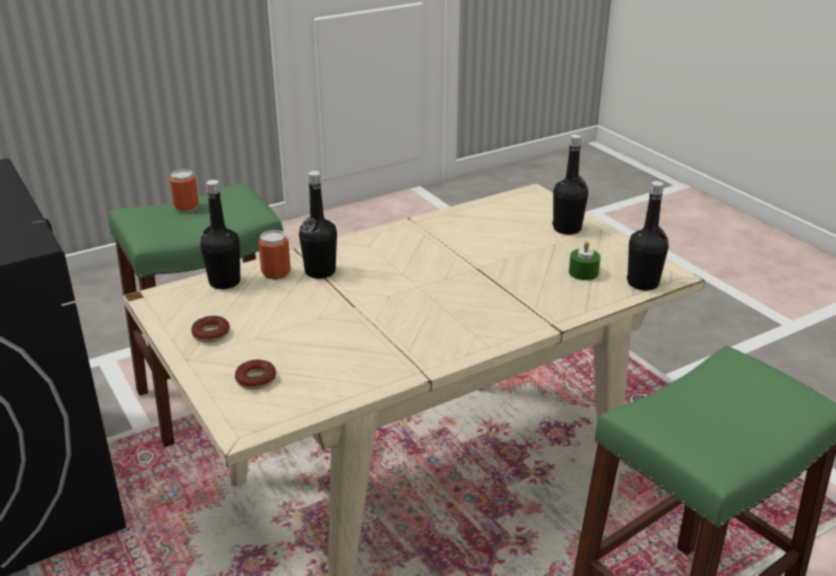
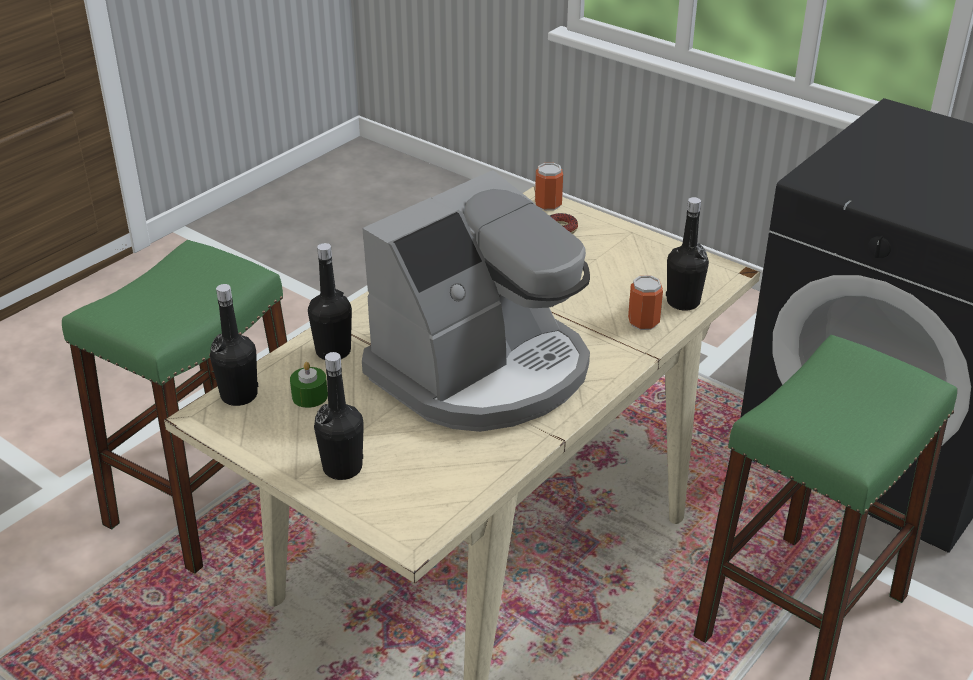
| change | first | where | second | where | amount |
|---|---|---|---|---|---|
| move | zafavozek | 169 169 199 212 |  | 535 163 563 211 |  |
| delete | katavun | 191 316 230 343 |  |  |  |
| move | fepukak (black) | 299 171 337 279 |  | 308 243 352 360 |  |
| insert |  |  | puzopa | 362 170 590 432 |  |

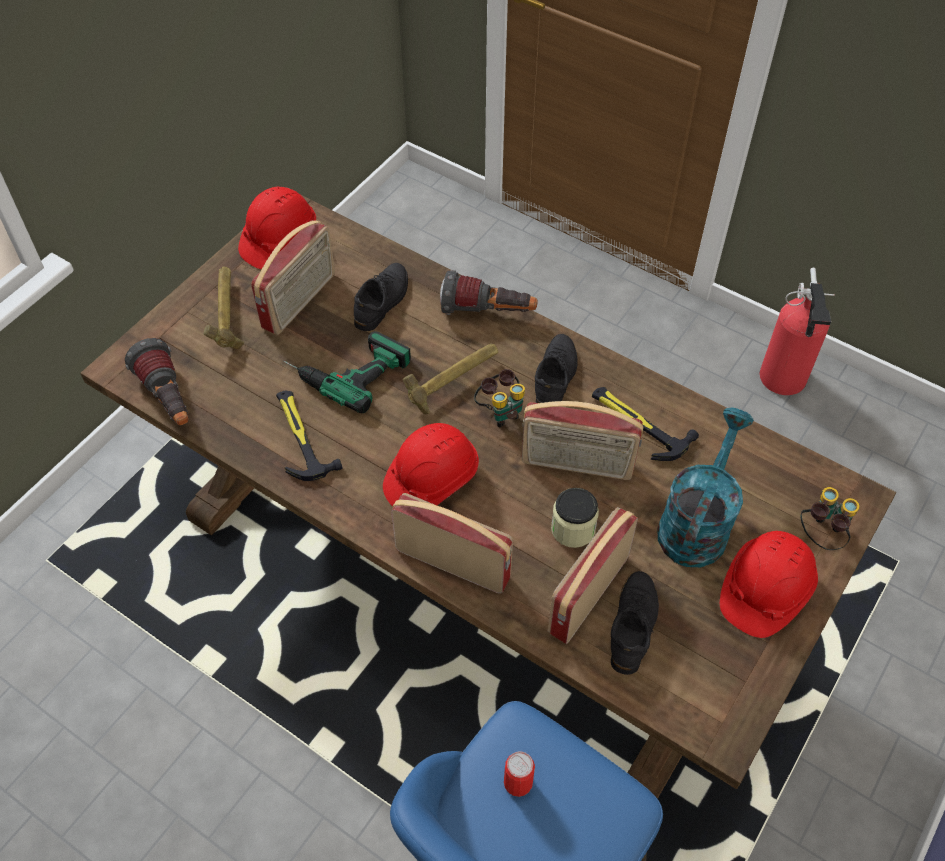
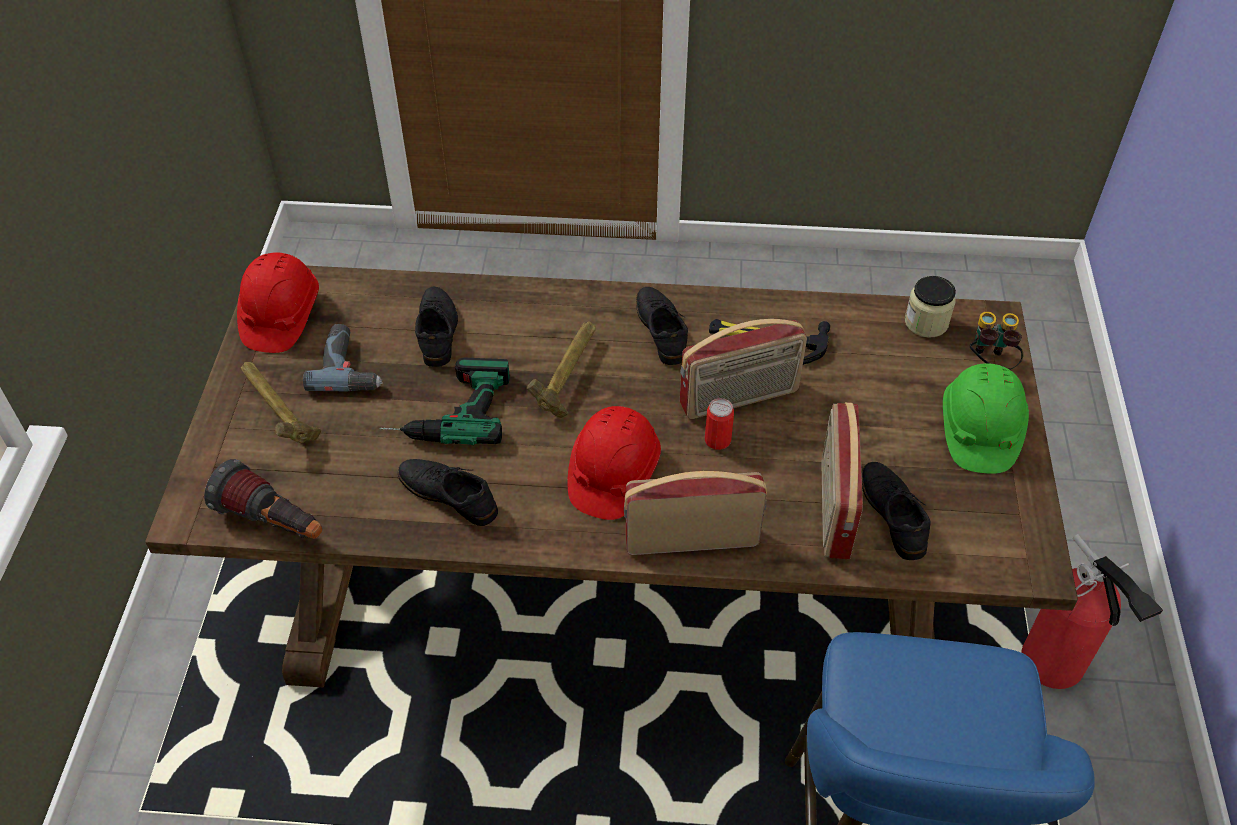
| change | first | where | second | where | amount |
|---|---|---|---|---|---|
| replace | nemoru | 251 220 335 335 | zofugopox | 303 324 383 391 |  |
| replace | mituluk | 276 391 342 481 | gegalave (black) | 398 459 498 526 |  |
| delete | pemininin | 440 270 538 315 |  |  |  |
| delete | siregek | 474 369 525 427 |  |  |  |
| move | zafavozek | 504 751 535 797 |  | 705 398 734 450 |  |
| move | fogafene | 551 488 599 548 |  | 905 276 956 338 |  |
| delete | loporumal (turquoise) | 657 408 754 567 |  |  |  |
| recolor | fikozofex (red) | 720 531 818 638 | fikozofex (green) | 943 363 1029 474 |  |
| move | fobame | 760 268 835 395 |  | 1021 534 1163 689 |  |

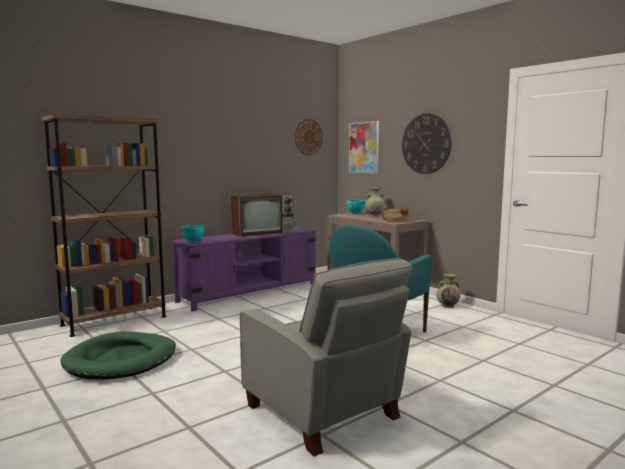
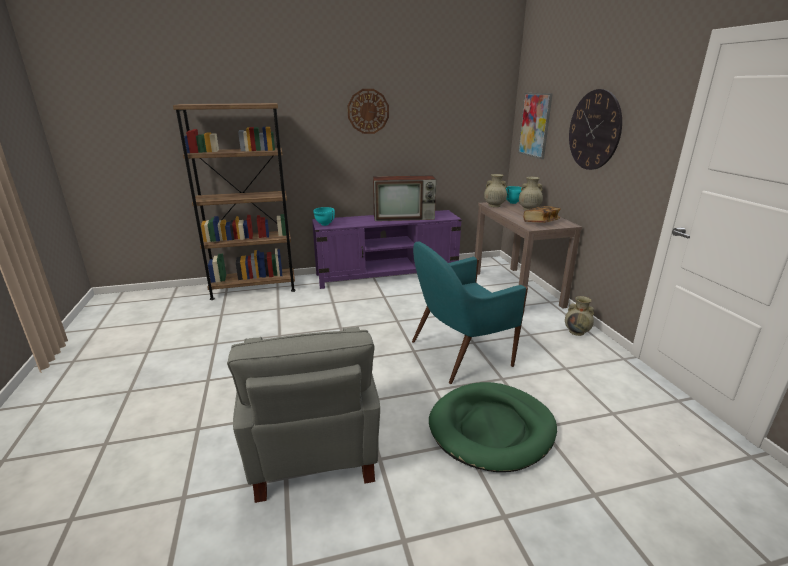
| change | first | where | second | where | amount |
|---|---|---|---|---|---|
| move | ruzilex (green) | 60 331 176 379 |  | 429 382 557 472 |  |
| move | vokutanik | 295 119 323 155 |  | 348 89 389 134 |  |
| insert |  |  | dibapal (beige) | 484 174 507 207 |  |

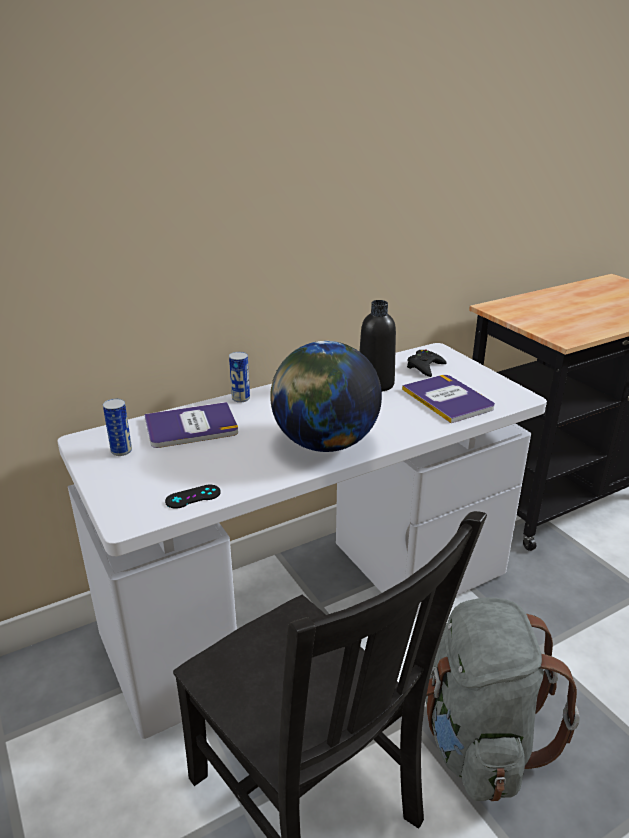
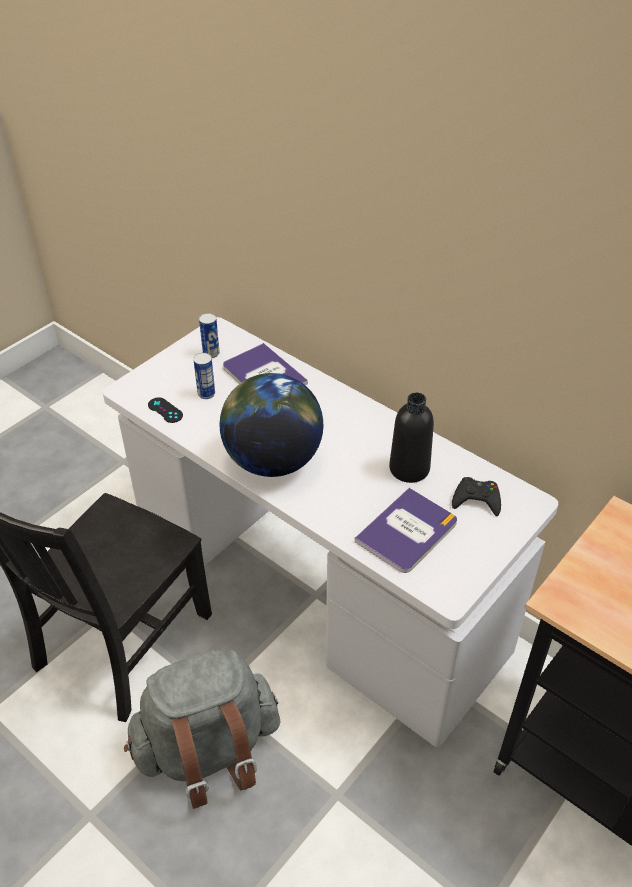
| change | first | where | second | where | amount |
|---|---|---|---|---|---|
| move | zafavozek | 229 352 250 403 |  | 193 353 215 399 |  |

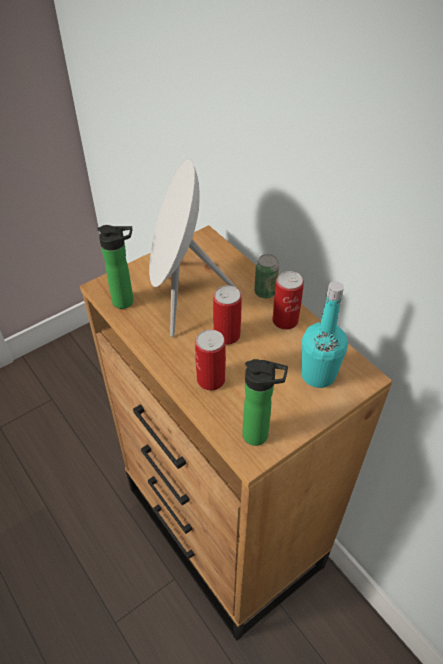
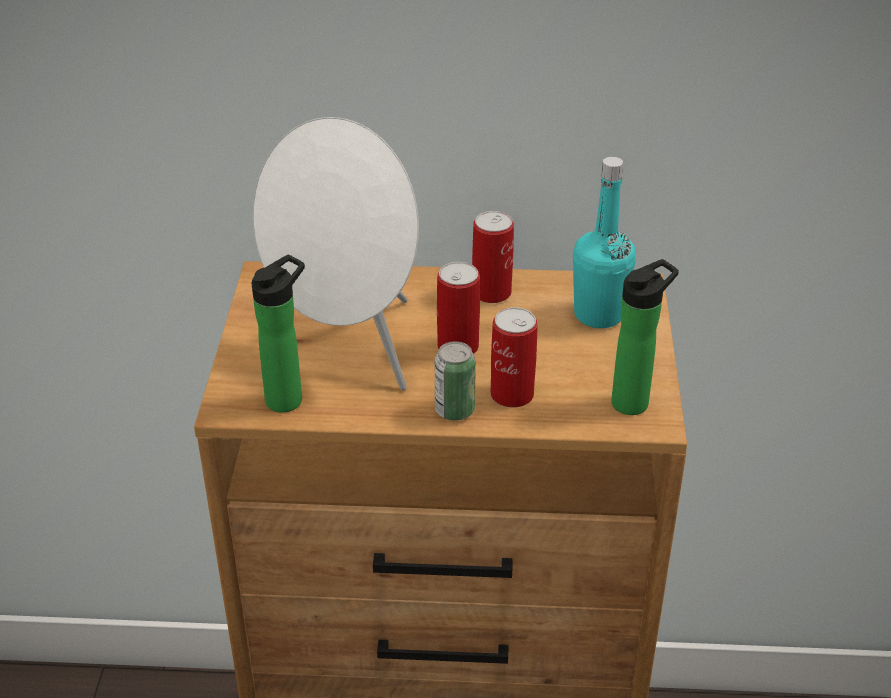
| change | first | where | second | where | amount |
|---|---|---|---|---|---|
| move | zafavozek | 254 254 279 299 |  | 435 341 476 421 |  |

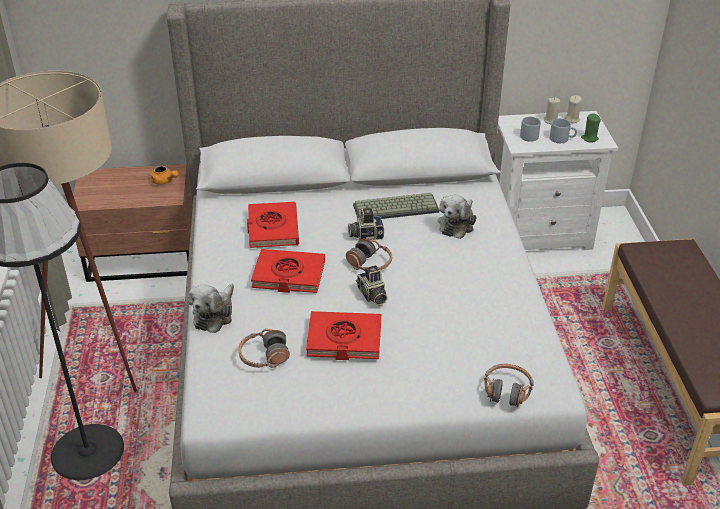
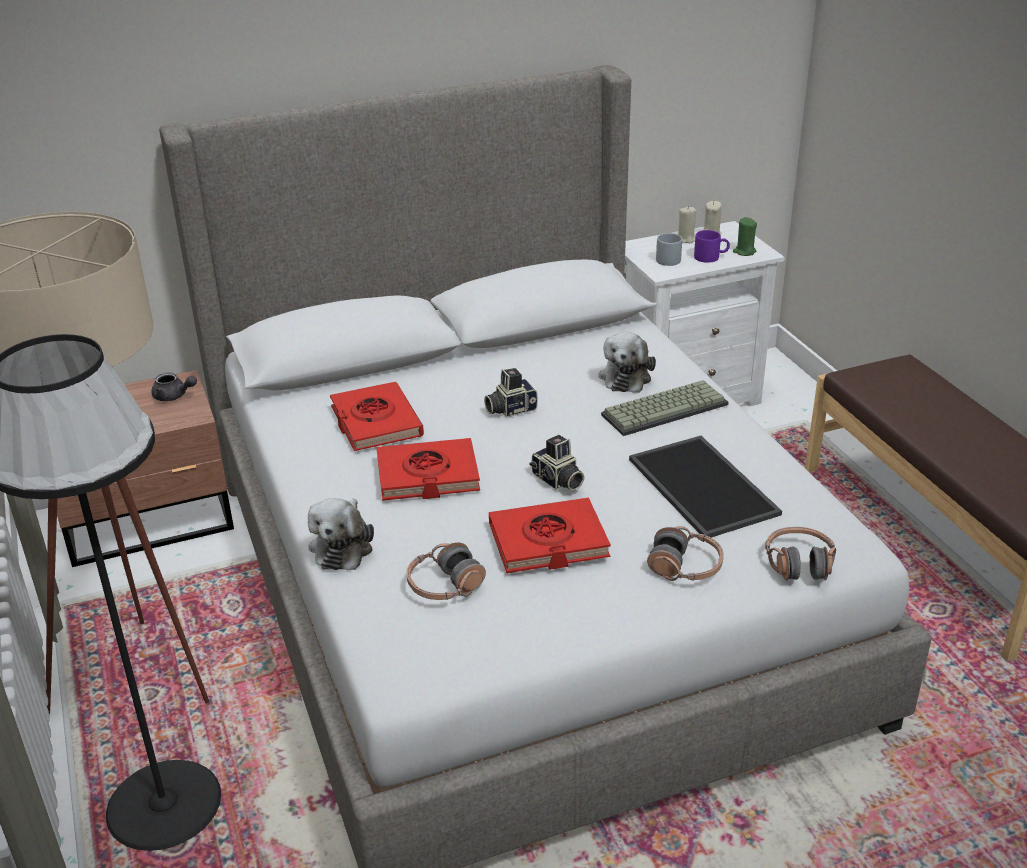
| change | first | where | second | where | amount |
|---|---|---|---|---|---|
| recolor | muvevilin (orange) | 150 165 179 184 | muvevilin (grey) | 151 372 197 401 |  |
| move | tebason | 346 239 392 271 |  | 647 526 724 581 |  |
| move | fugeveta | 353 193 440 219 |  | 601 380 729 436 |  |
| recolor | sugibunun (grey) | 550 118 577 143 | sugibunun (purple) | 694 230 730 263 |  |
| insert |  |  | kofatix | 629 436 782 538 |  |

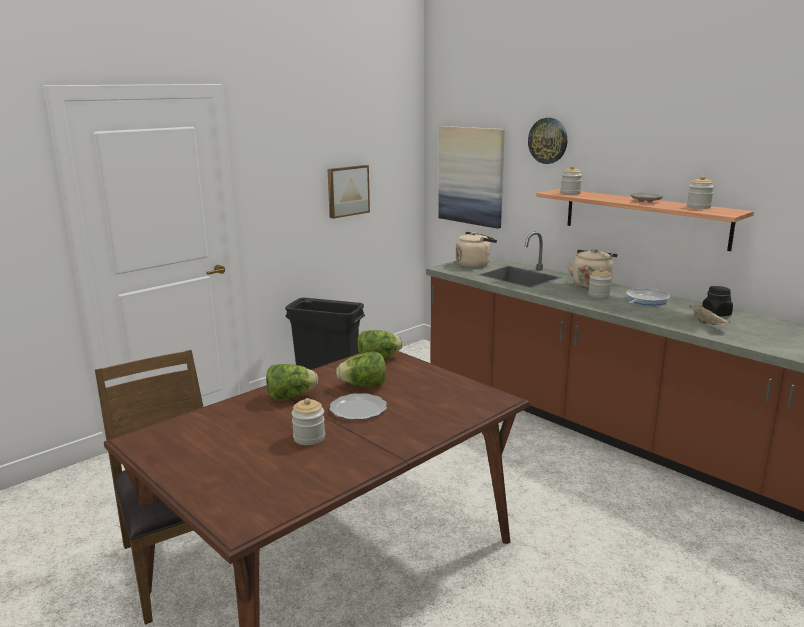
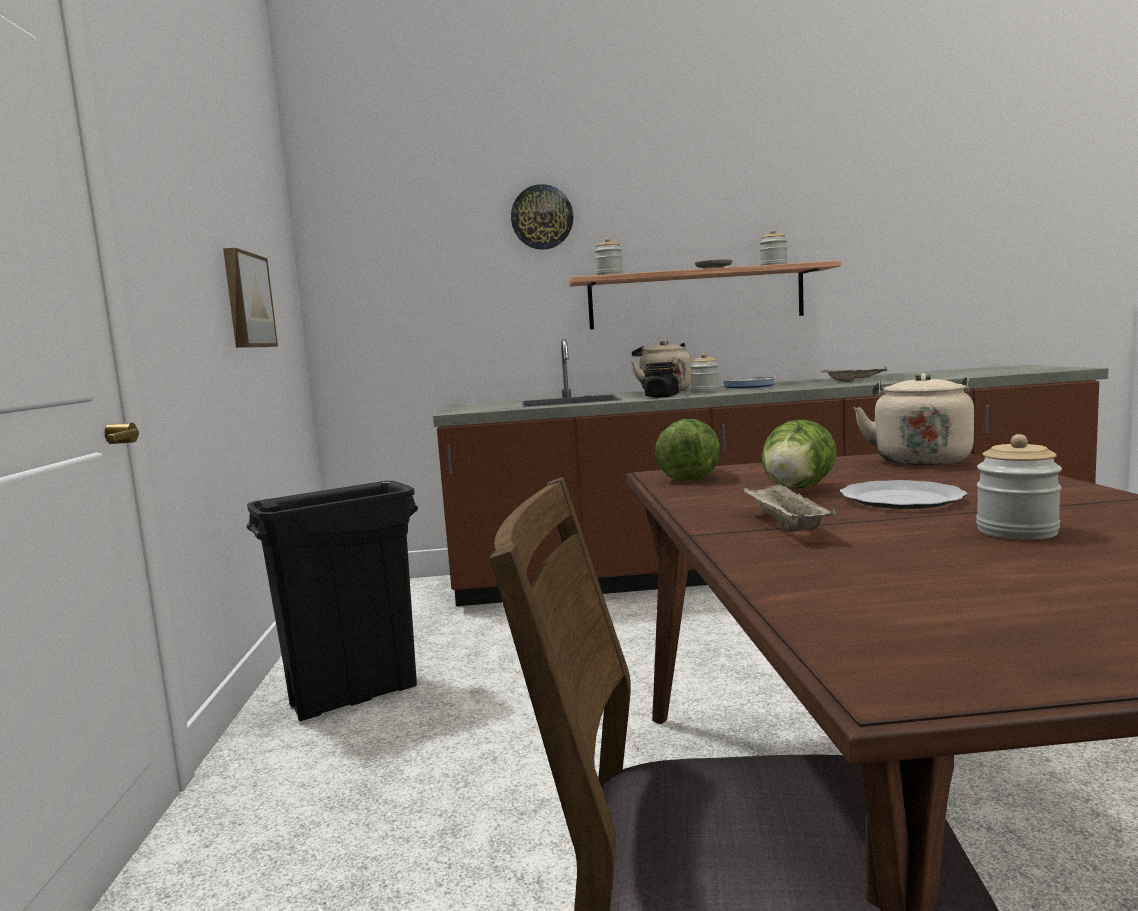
| change | first | where | second | where | amount |
|---|---|---|---|---|---|
| replace | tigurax | 266 364 318 401 | kofatix (beige) | 741 483 836 532 |  |
| delete | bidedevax | 438 126 505 229 |  |  |  |
| move | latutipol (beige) | 456 232 497 268 |  | 854 373 974 466 |  |
| move | fogafene (black) | 702 286 733 316 |  | 643 362 680 398 |  |

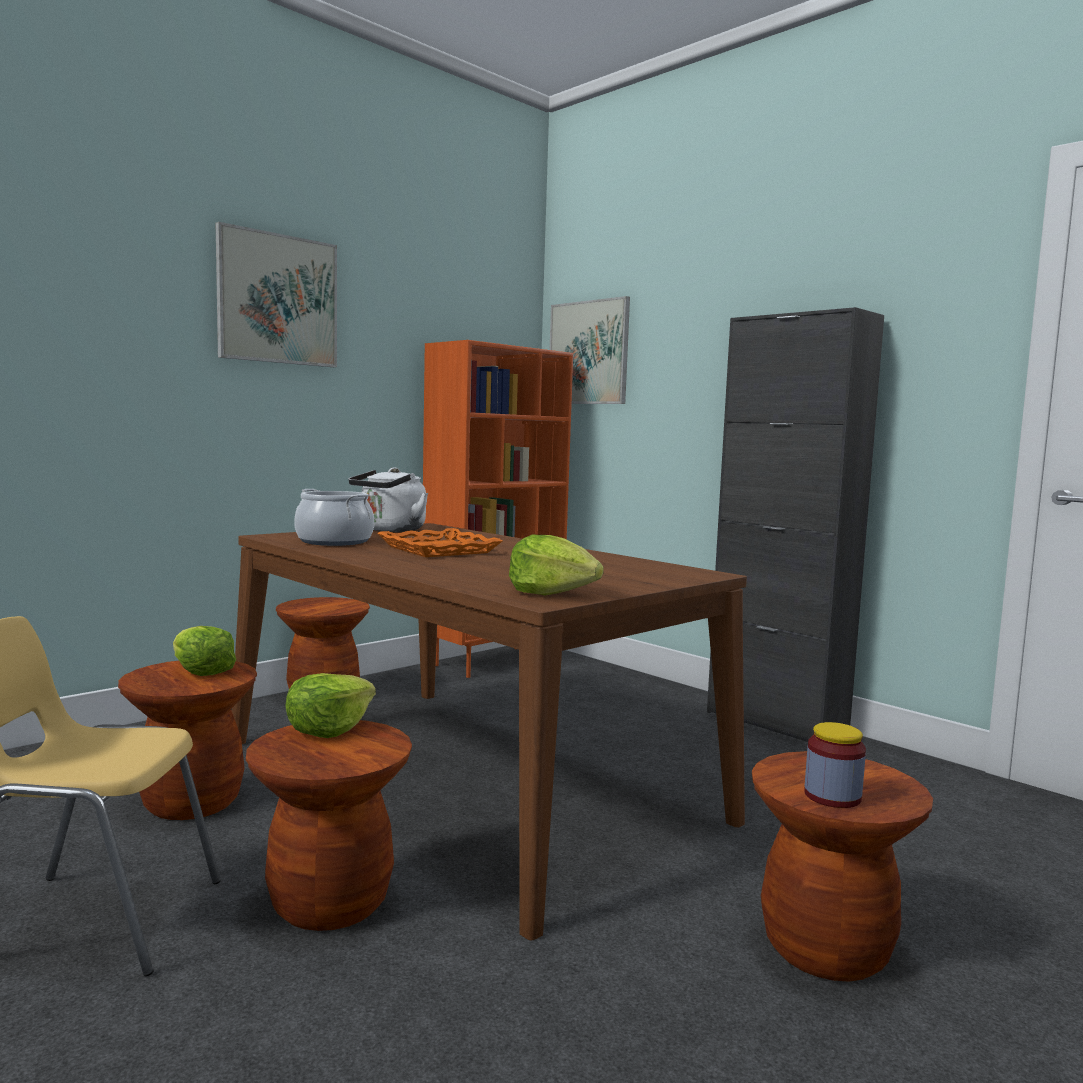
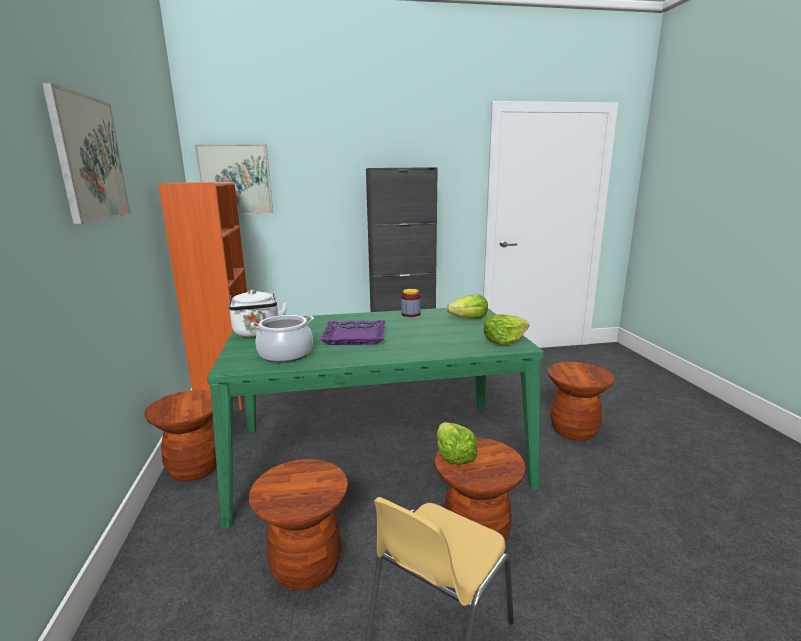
| change | first | where | second | where | amount |
|---|---|---|---|---|---|
| move | tigurax | 173 626 236 676 |  | 447 295 488 319 |  |
| recolor | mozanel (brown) | 232 523 747 941 | mozanel (green) | 207 308 544 529 |  |
| recolor | kofatix (orange) | 377 528 502 557 | kofatix (purple) | 320 320 385 345 |  |
| move | fogafene | 804 722 866 808 |  | 401 289 421 317 |  |

